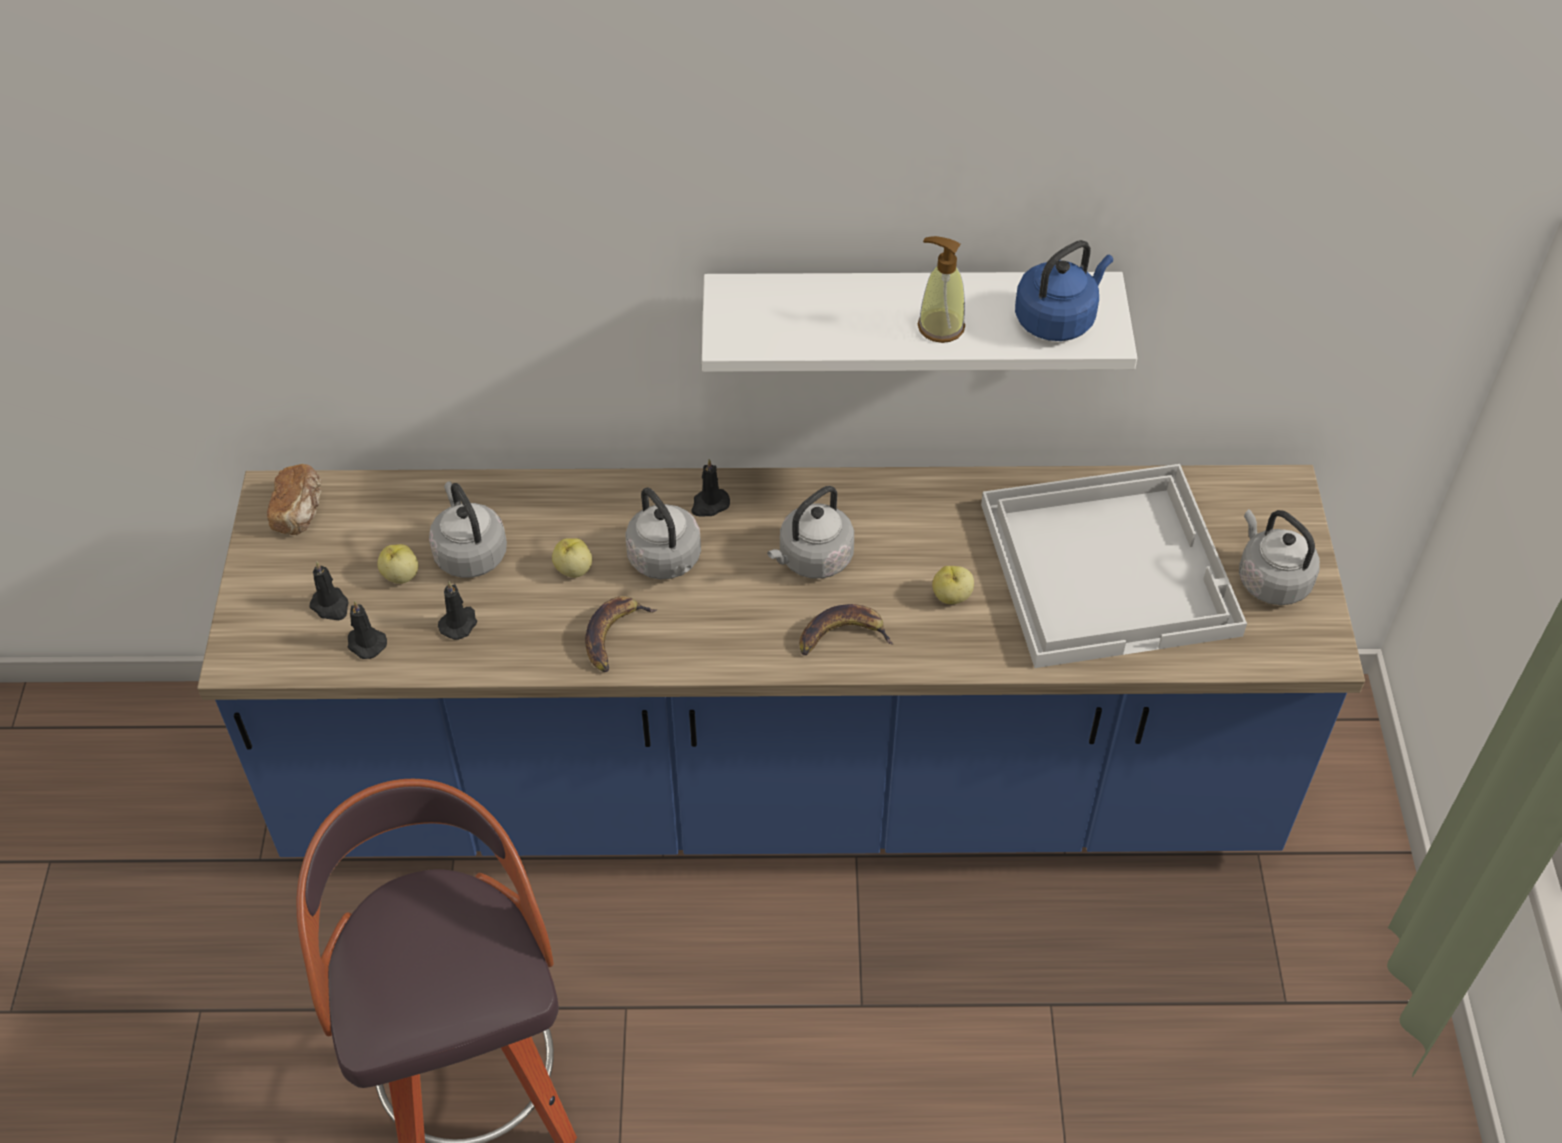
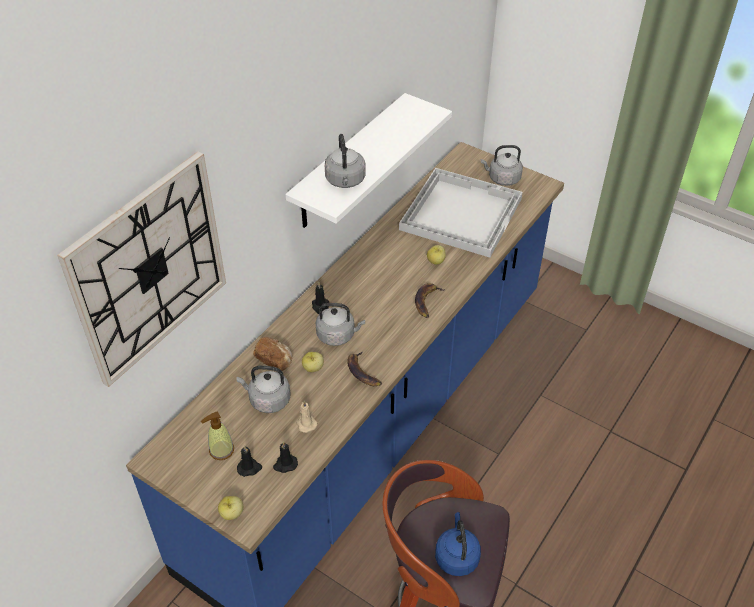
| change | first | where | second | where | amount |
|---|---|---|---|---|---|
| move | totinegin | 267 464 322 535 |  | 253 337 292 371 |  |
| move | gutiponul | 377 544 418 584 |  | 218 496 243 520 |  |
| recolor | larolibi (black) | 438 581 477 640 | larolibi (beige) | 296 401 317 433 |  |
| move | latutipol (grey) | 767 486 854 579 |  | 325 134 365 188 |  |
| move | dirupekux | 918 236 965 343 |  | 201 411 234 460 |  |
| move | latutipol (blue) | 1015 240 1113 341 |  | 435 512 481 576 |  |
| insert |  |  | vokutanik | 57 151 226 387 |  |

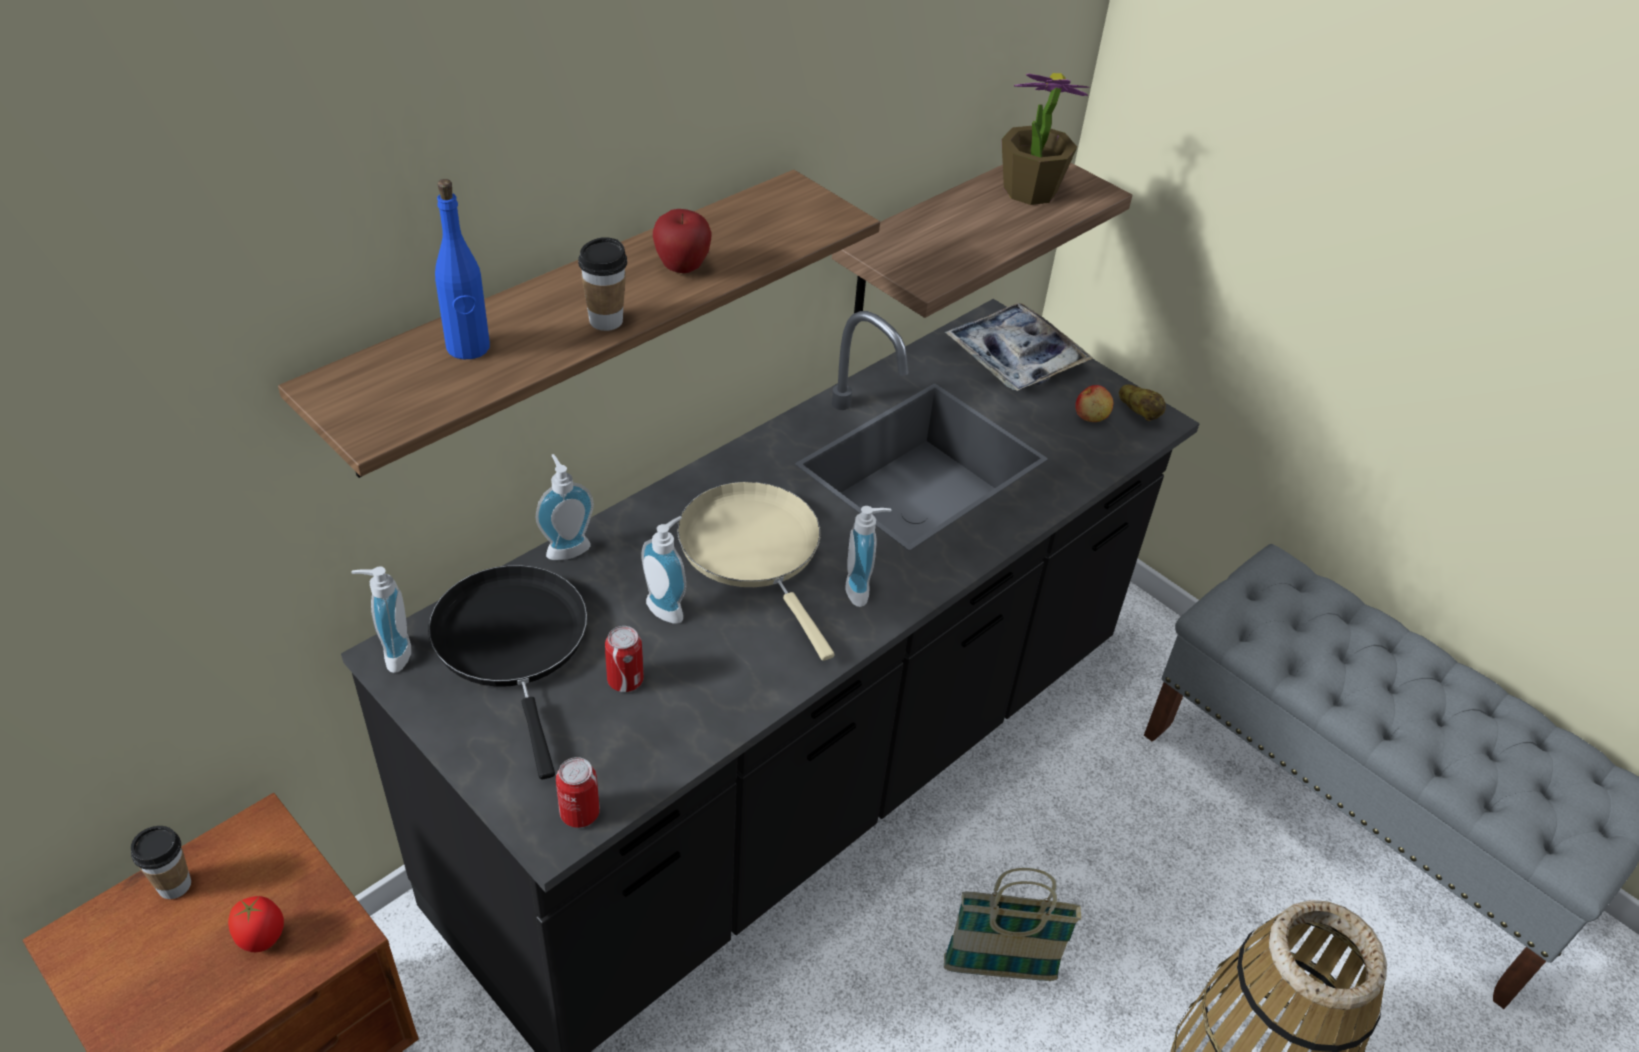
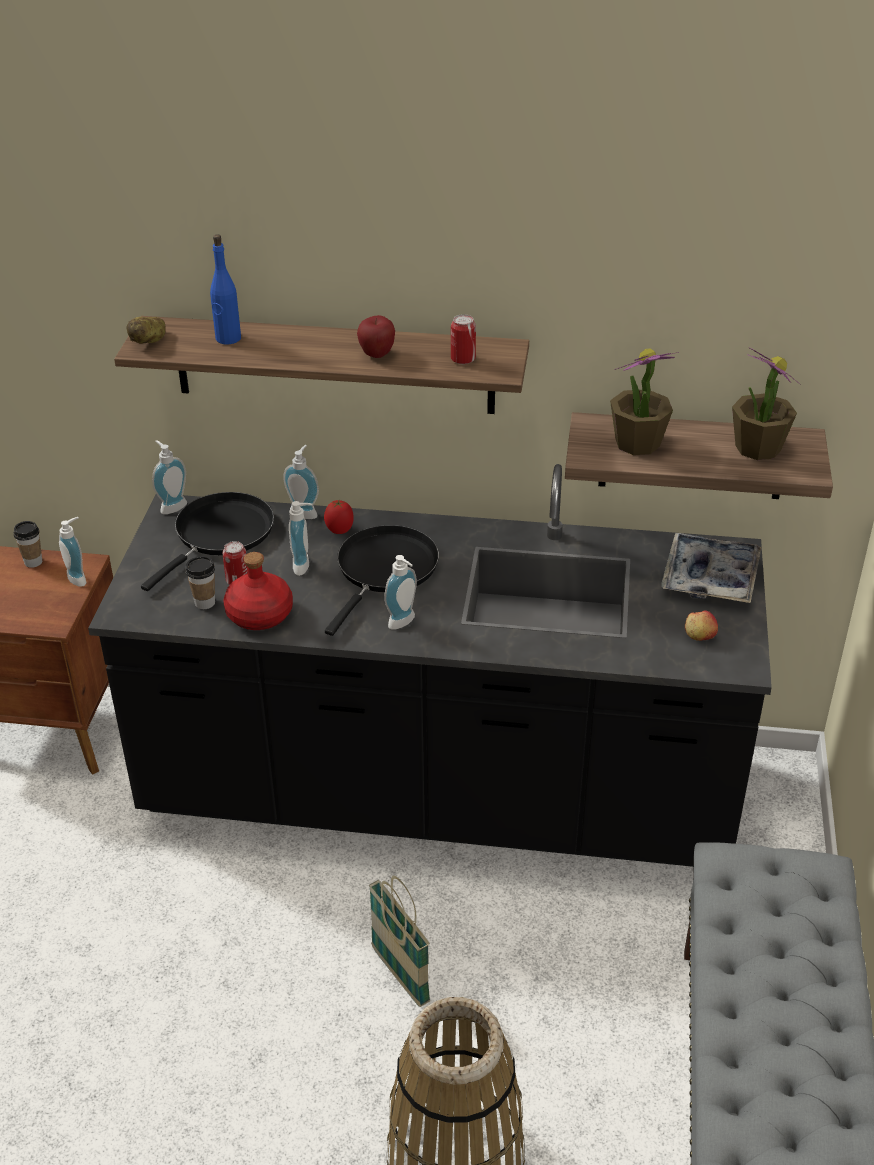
| change | first | where | second | where | amount |
|---|---|---|---|---|---|
| move | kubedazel | 228 896 284 952 |  | 324 500 354 534 |  |
| move | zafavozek | 556 757 600 828 |  | 451 314 476 364 |  |
| move | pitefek | 578 237 627 331 |  | 185 556 215 609 |  |
| recolor | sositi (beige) | 677 482 834 661 | sositi (black) | 325 525 439 636 |  |
| move | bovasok | 1119 385 1166 421 |  | 126 317 166 344 |  |
| insert |  |  | dirupekux | 59 517 86 587 |  |
| insert |  |  | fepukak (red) | 223 552 293 630 |  |
| insert |  |  | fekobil | 610 348 679 455 |  |

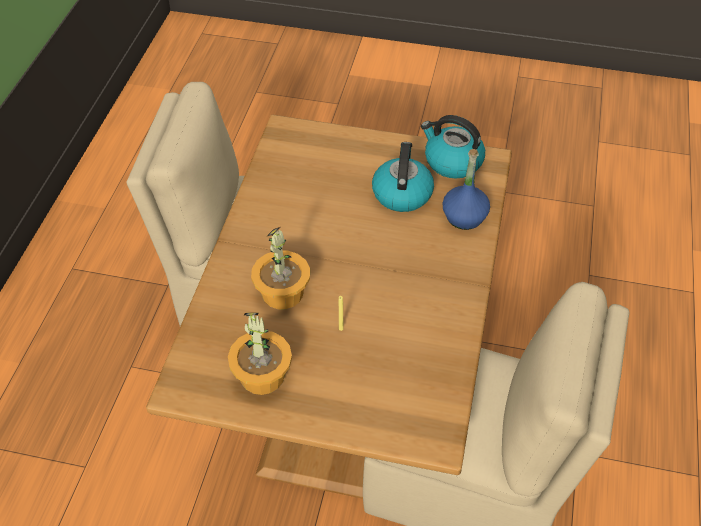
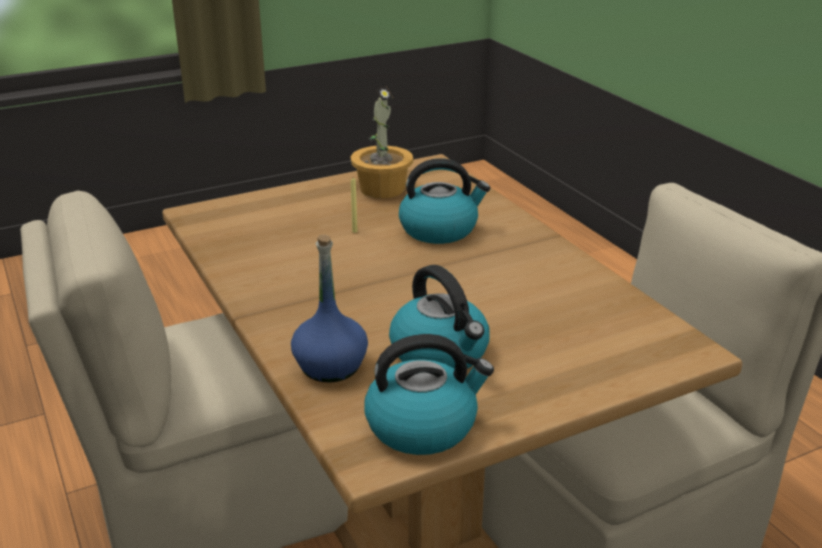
| change | first | where | second | where | amount |
|---|---|---|---|---|---|
| replace | fekobil | 251 227 310 309 | latutipol | 399 158 490 244 |  |

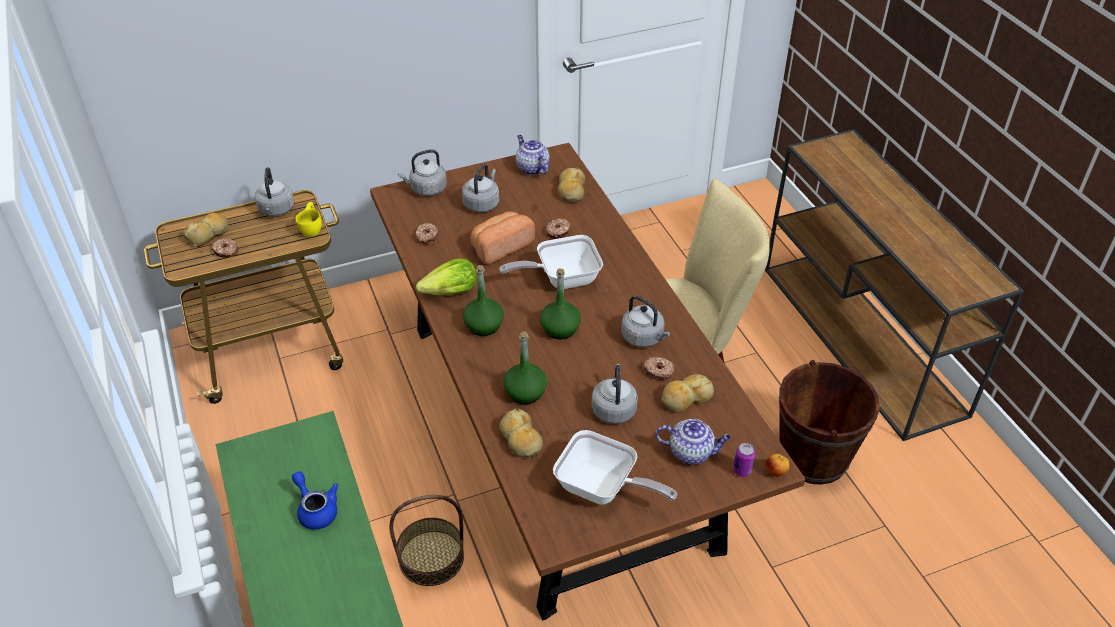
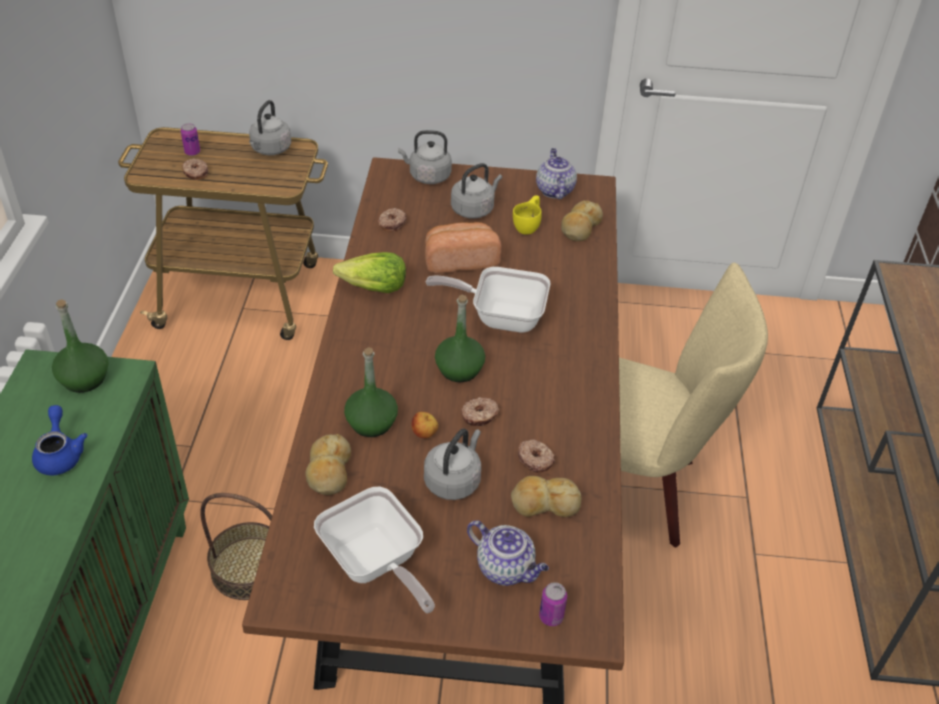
| change | first | where | second | where | amount |
|---|---|---|---|---|---|
| replace | totinegin | 183 213 228 247 | zafavozek | 181 123 200 156 |  |
| move | pitefek (yellow) | 296 202 322 237 |  | 513 195 542 234 |  |
| move | fepukak (green) | 463 265 504 336 |  | 52 299 108 393 |  |
| move | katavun | 546 218 571 239 |  | 461 397 499 426 |  |
| delete | latutipol (grey) | 621 295 670 347 |  |  |  |
| move | gutiponul | 765 454 790 477 |  | 411 412 438 438 |  |
| delete | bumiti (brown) | 779 360 880 485 |  |  |  |

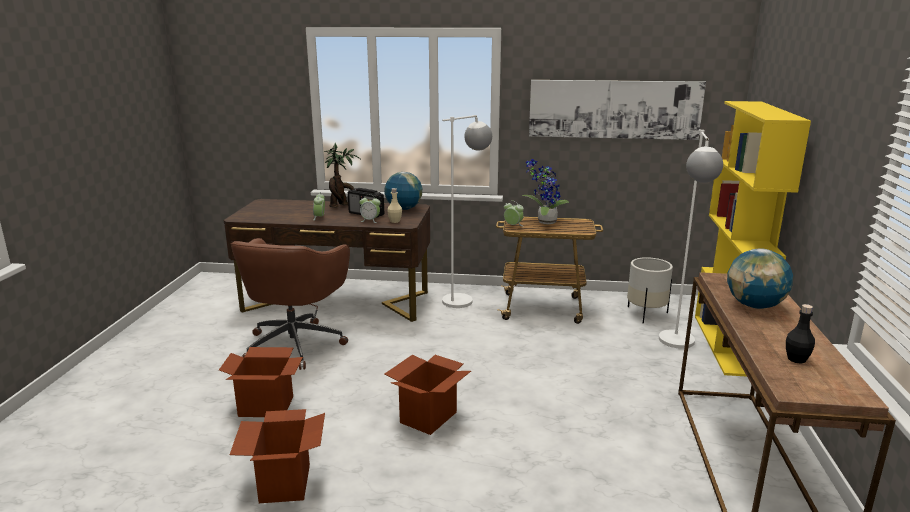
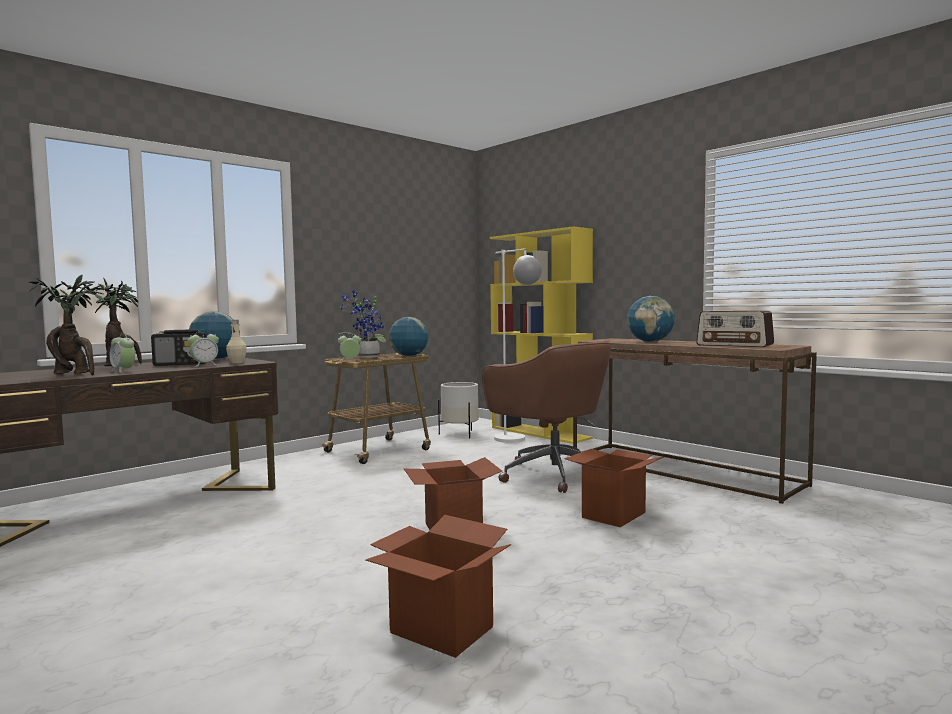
| change | first | where | second | where | amount |
|---|---|---|---|---|---|
| move | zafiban | 219 347 303 417 |  | 564 449 664 527 |  |
| move | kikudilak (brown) | 230 238 350 370 |  | 482 342 611 493 |  |
| delete | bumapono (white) | 442 115 492 308 |  |  |  |
| delete | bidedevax | 529 80 706 140 |  |  |  |
| replace | fepukak (black) | 786 304 815 364 | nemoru | 696 311 774 347 |  |
| insert |  |  | fekobil | 29 274 105 375 |  |
| insert |  |  | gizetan | 389 317 429 356 |  |

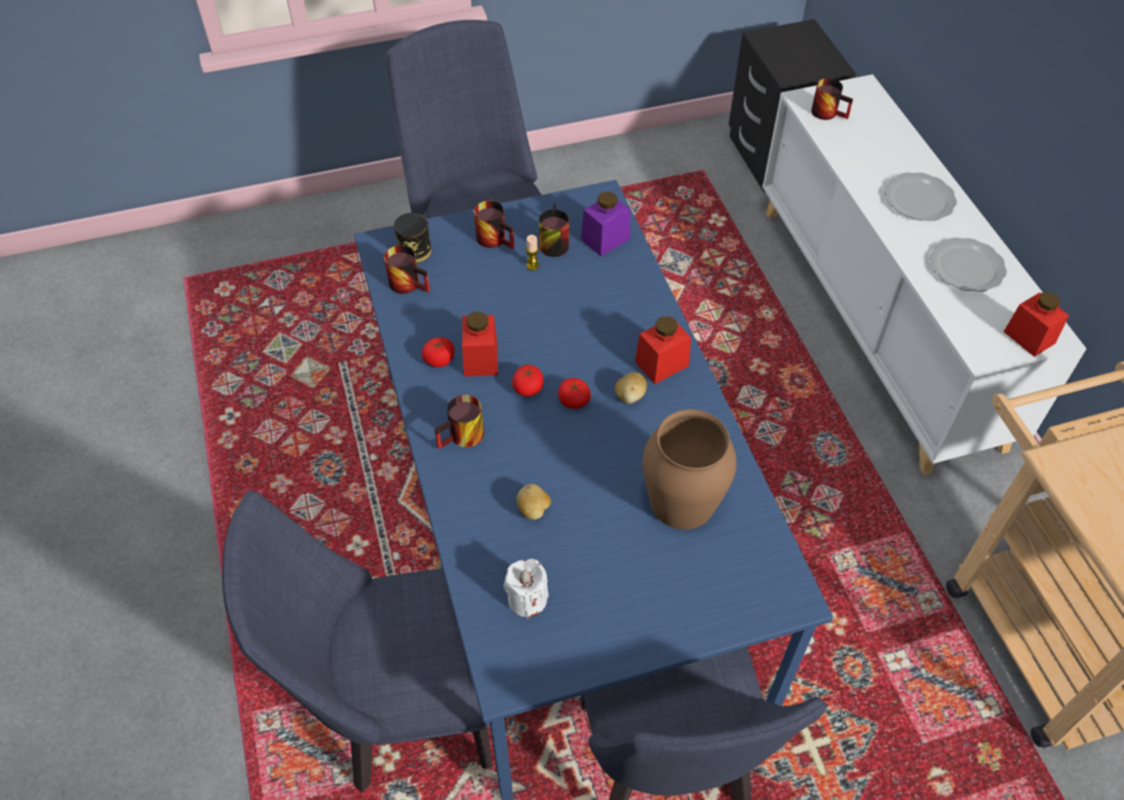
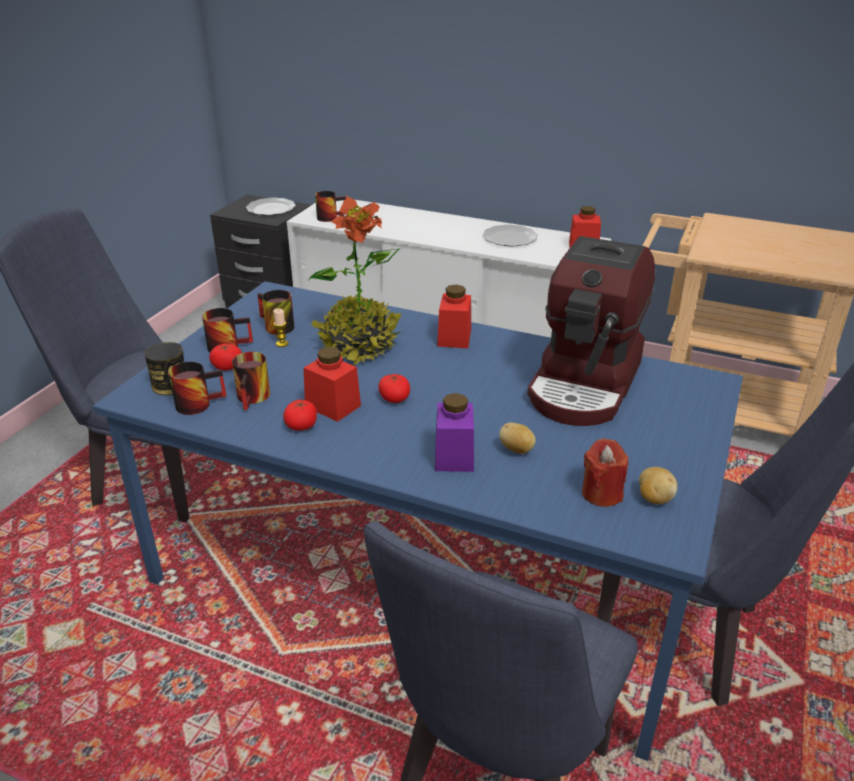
| change | first | where | second | where | amount |
|---|---|---|---|---|---|
| move | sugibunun | 435 395 484 449 |  | 232 352 270 410 |  |
| recolor | larolibi (white) | 504 559 548 619 | larolibi (red) | 582 439 628 507 |  |
| move | kubedazel | 558 378 591 409 |  | 209 344 242 371 |  |
| move | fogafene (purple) | 581 191 630 256 |  | 435 393 474 472 |  |
| move | bovasok | 615 372 647 404 |  | 639 467 677 504 |  |
| replace | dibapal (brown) | 643 409 737 529 | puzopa | 527 236 655 426 |  |
| move | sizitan | 884 172 957 221 |  | 246 197 296 216 |  |
| insert |  |  | fekobil | 309 196 401 365 |  |

